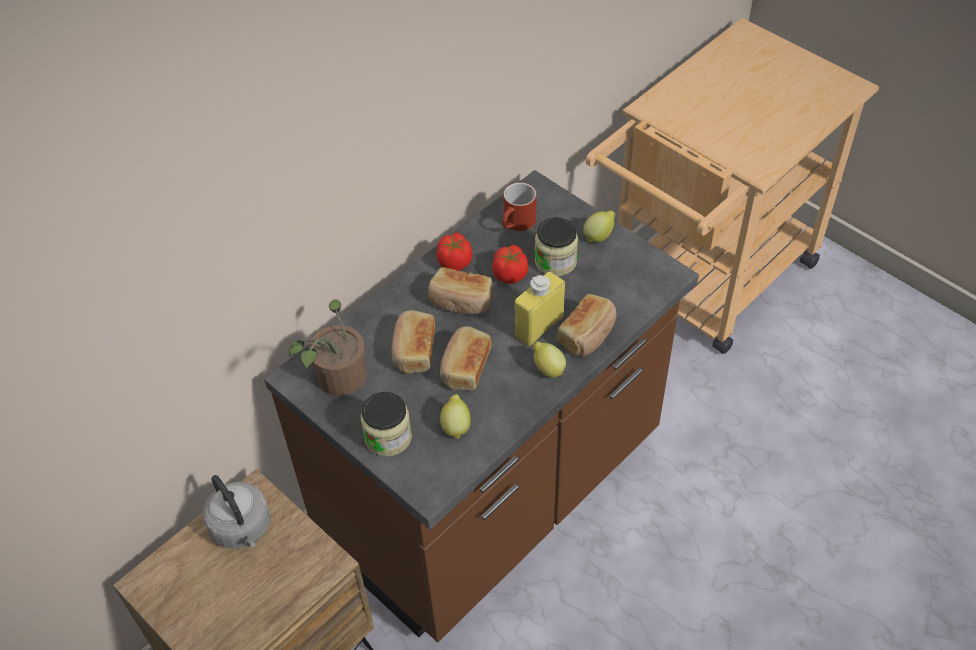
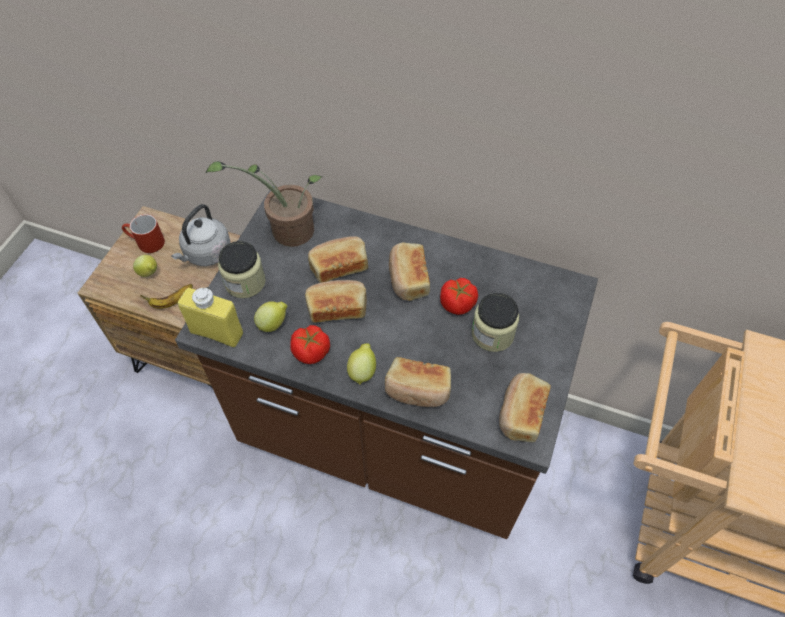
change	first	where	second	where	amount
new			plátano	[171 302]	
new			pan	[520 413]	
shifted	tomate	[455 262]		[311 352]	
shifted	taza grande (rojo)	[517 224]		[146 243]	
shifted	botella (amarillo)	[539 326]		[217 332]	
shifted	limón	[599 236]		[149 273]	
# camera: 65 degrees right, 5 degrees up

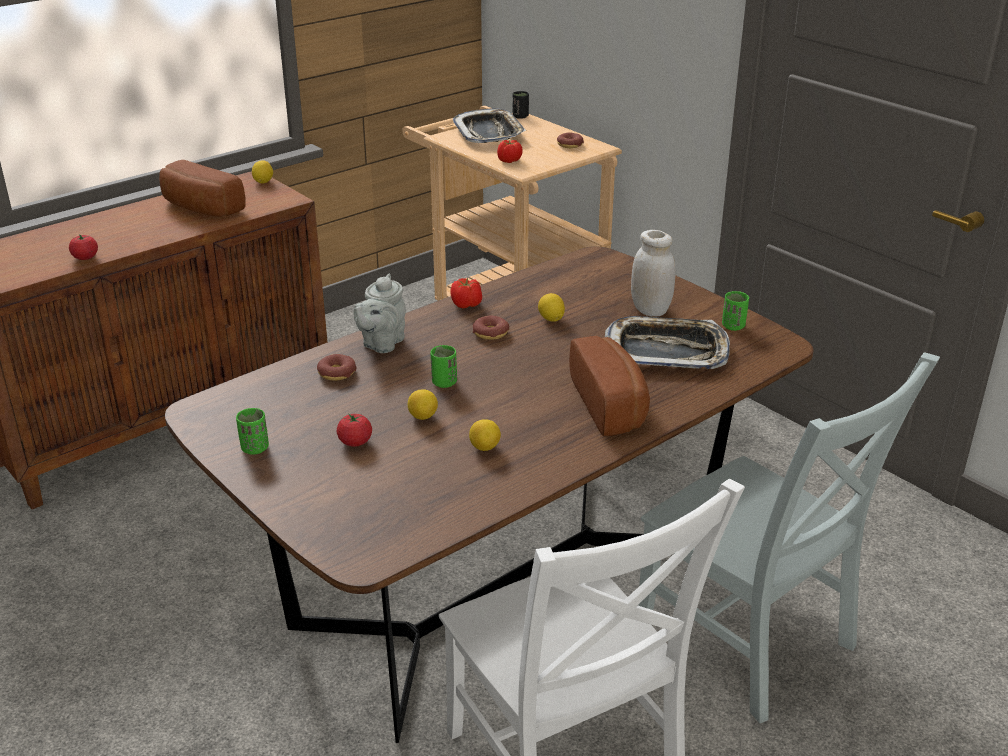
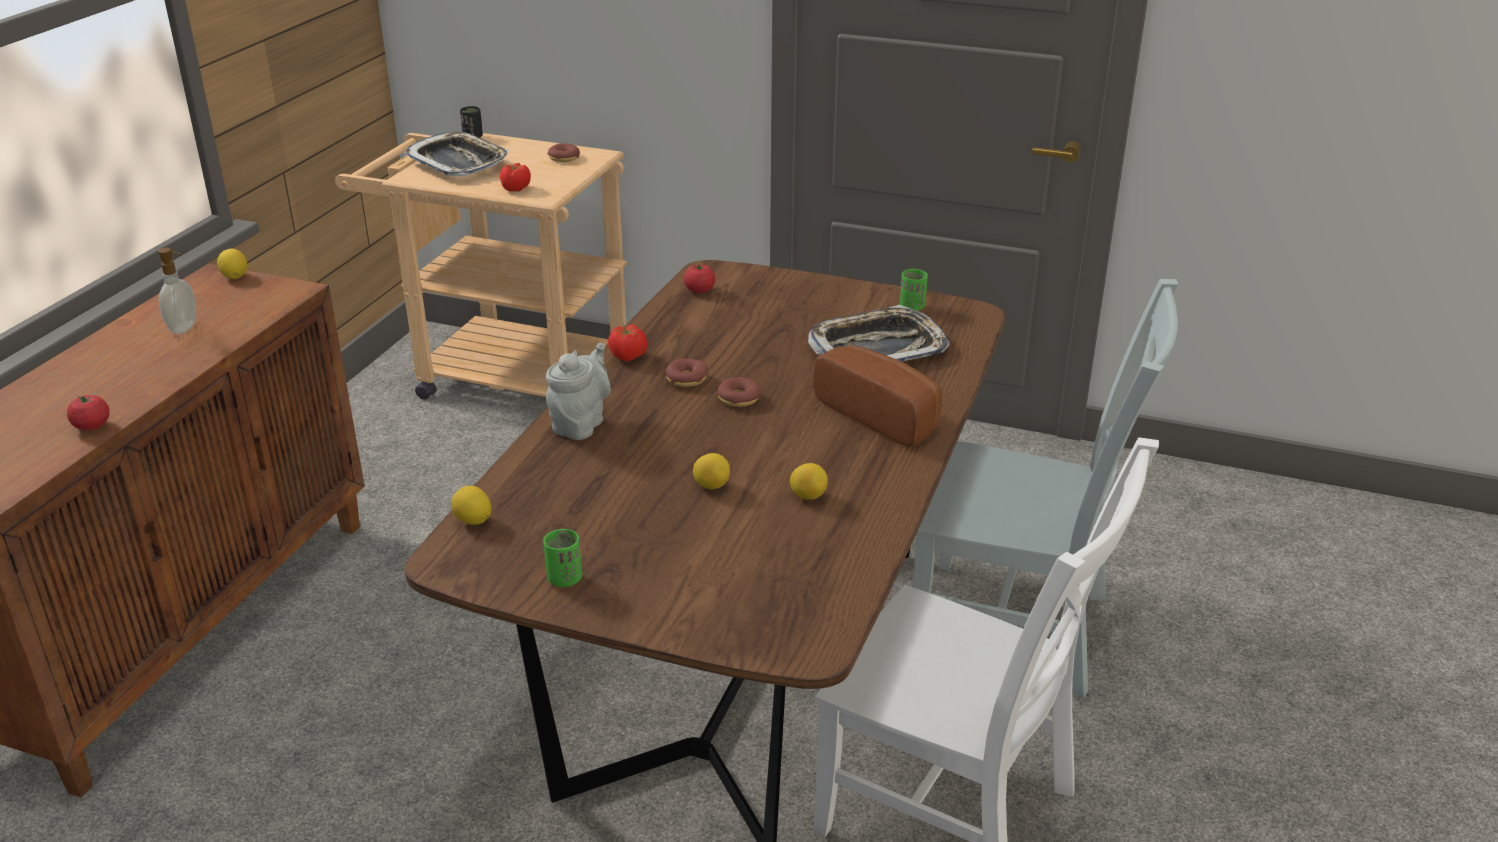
change	first	where	second	where	amount
gone	taza (verde)	[444 383]			
gone	tarro (blanco)	[650 310]			
shifted	rosquilla	[336 373]		[738 399]	
shifted	tomate	[355 442]		[699 290]	
shifted	limón	[551 319]		[473 521]	
swapped	pan	[199 208]	dispensador de jabón	[184 328]	
rotated	tetera (gris)	[381 344]		[581 423]	150 degrees counterclockwise
# camera: 30 degrees left, 0 degrees up

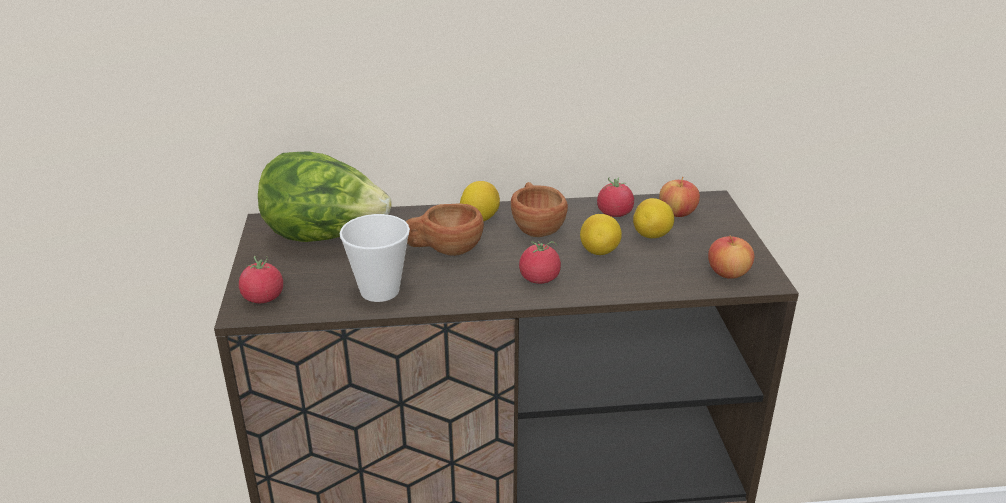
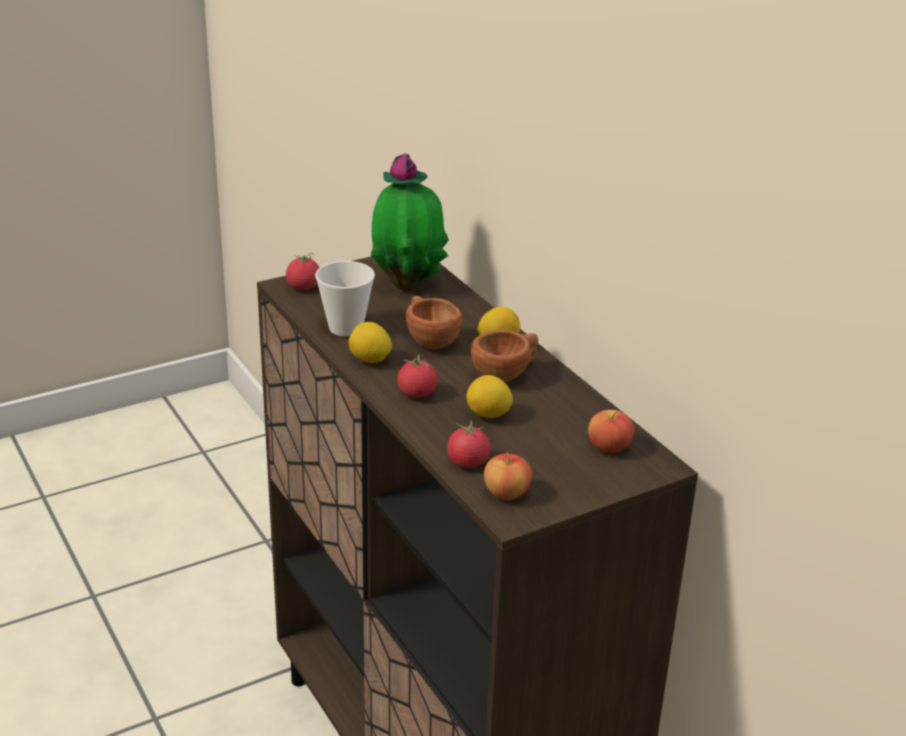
change	first	where	second	where	amount
shifted	tomate	[614 214]		[468 462]	
shifted	limón	[652 236]		[370 360]	
swapped	lechuga	[325 236]	planta en maceta	[408 285]	
# camera: 65 degrees right, 0 degrees up

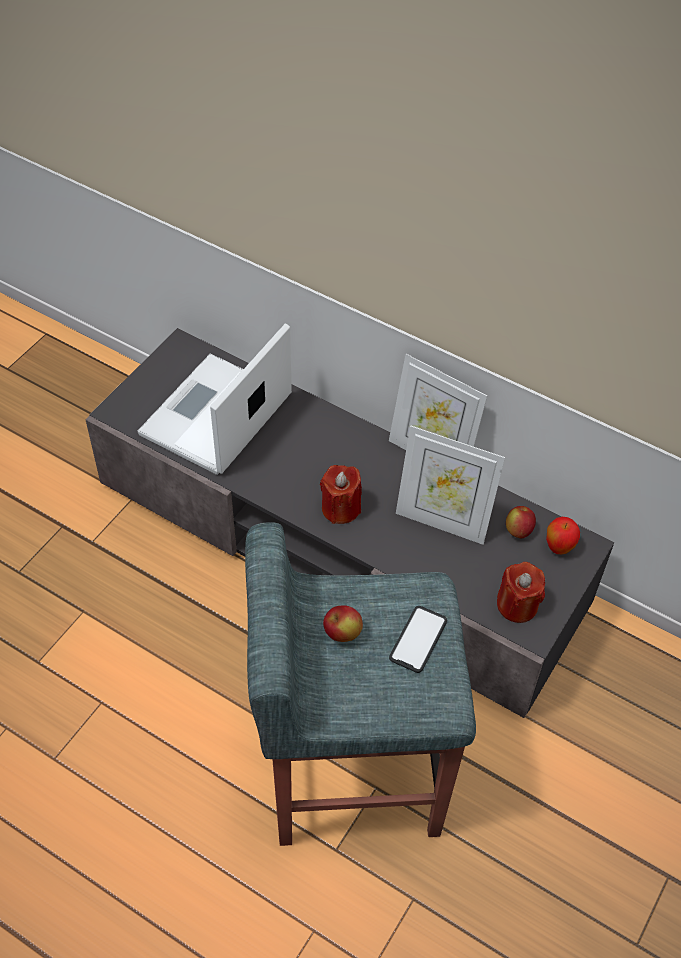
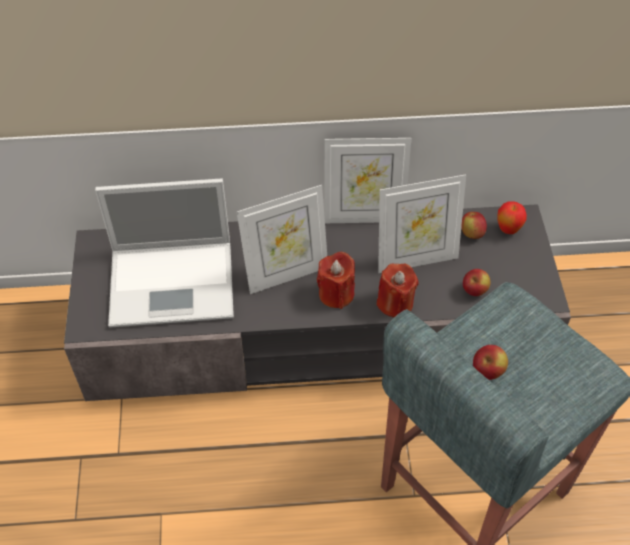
change	first	where	second	where	amount
gone	móvil	[418 639]			
new			portarretratos	[286 274]	
new			manzana	[474 290]	
shifted	vela (rojo)	[517 605]		[395 303]	
rotated	portátil	[215 417]		[174 283]	90 degrees counterclockwise
# camera: 35 degrees left, 0 degrees up

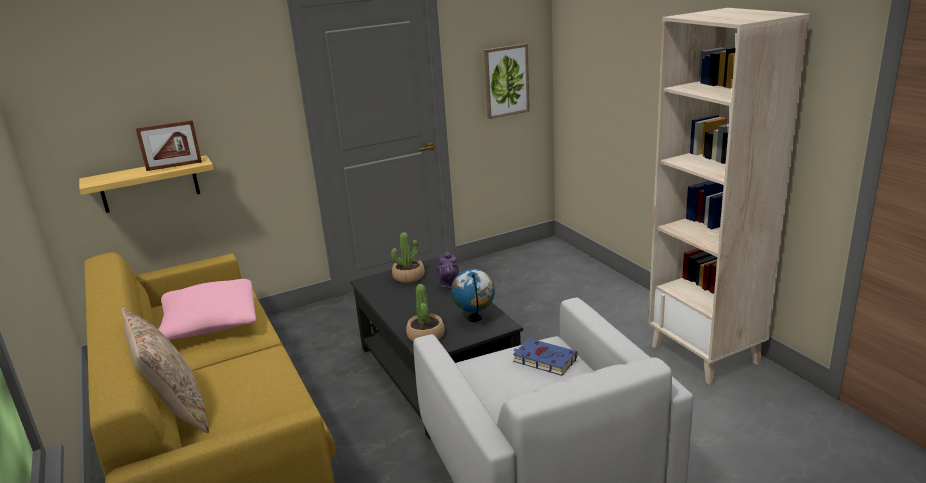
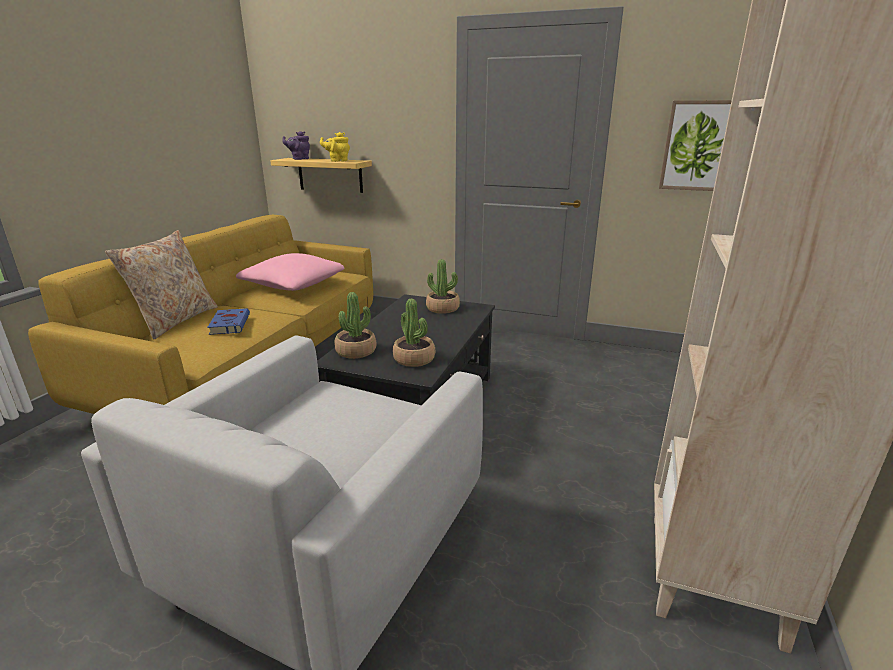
change	first	where	second	where	amount
shifted	tetera (morado)	[448 284]		[299 159]	
shifted	libro (azul)	[543 359]		[230 324]	
swapped	portarretratos	[174 166]	tetera (amarillo)	[337 161]	
swapped	globo terráqueo	[475 318]	planta en maceta	[414 359]	
# camera: 45 degrees right, 0 degrees up

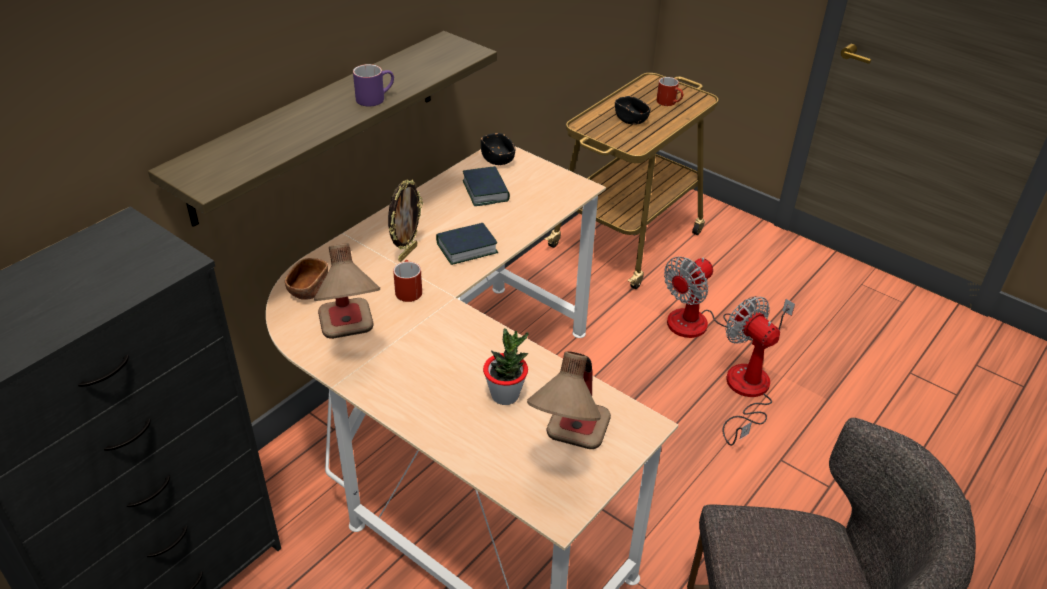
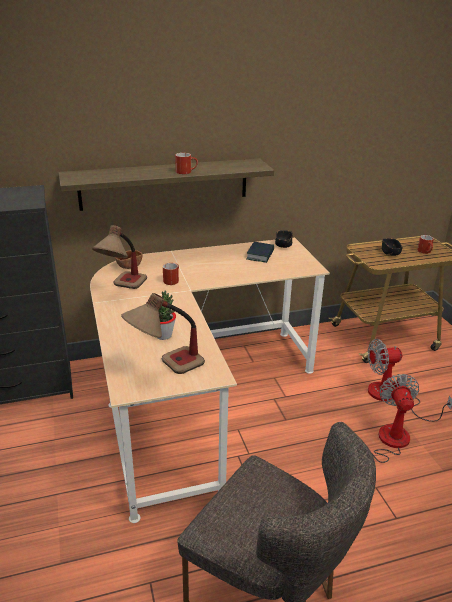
change	first	where	second	where	amount
gone	portarretratos	[407 253]			
gone	libro	[466 248]			
repainted	taza grande (morado)	[375 98]	taza grande (rojo)	[186 172]	
# camera: 35 degrees right, 10 degrees down

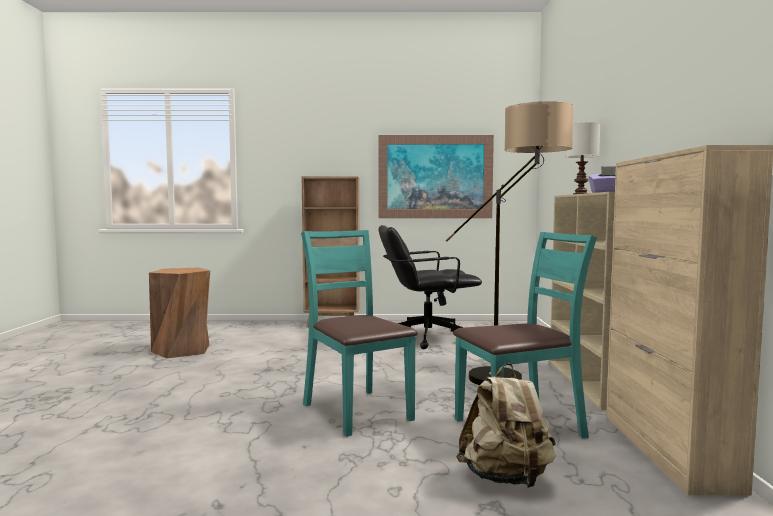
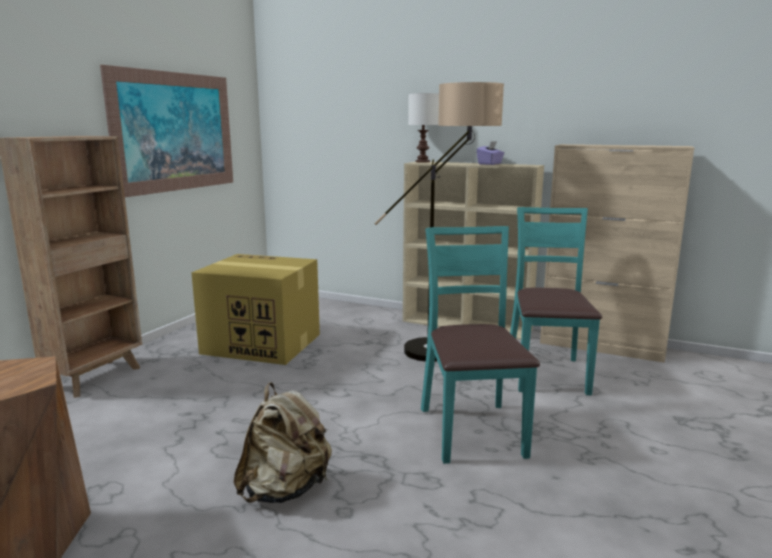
change	first	where	second	where	amount
shifted	mochila (beis)	[506 478]		[285 490]	
swapped	silla de oficina (negro)	[426 338]	caja de cartón	[260 344]	
rotated	silla (turquesa)	[357 411]		[472 430]	90 degrees clockwise
# camera: 65 degrees left, 10 degrees up

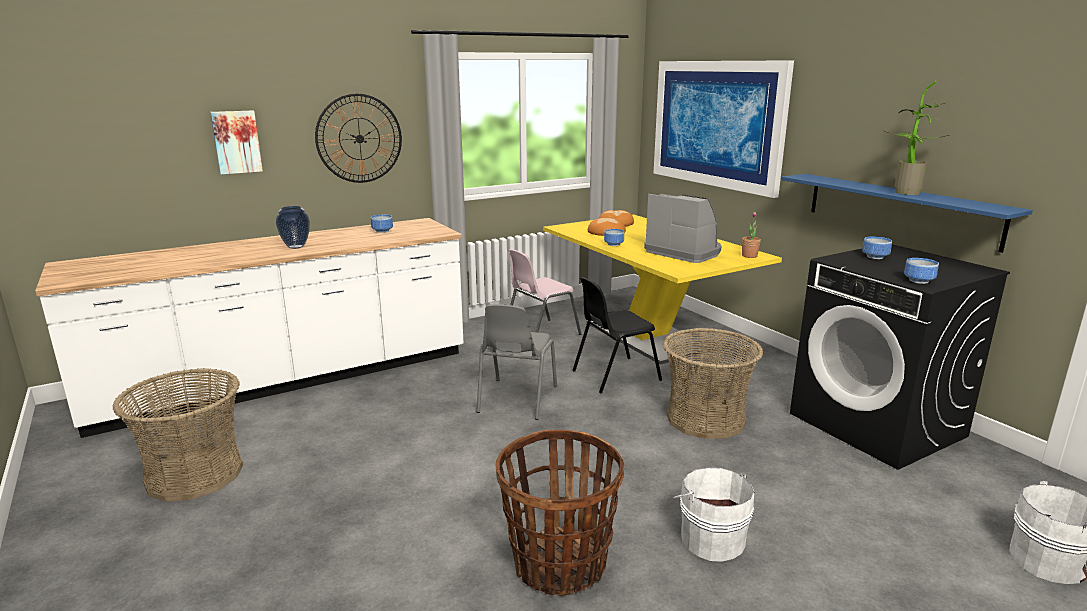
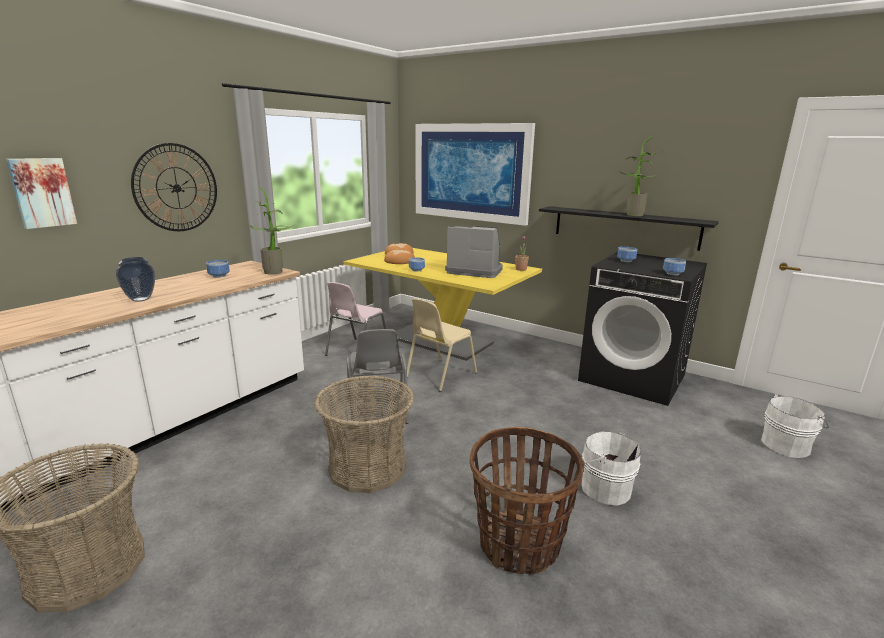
change	first	where	second	where	amount
new			planta en maceta	[276 271]	
shifted	cesta	[706 419]		[368 467]	
repainted	silla (negro)	[614 375]	silla (beis)	[439 375]	
repainted	estante (azul)	[899 209]	estante (negro)	[624 227]	
# camera: 25 degrees left, 0 degrees up

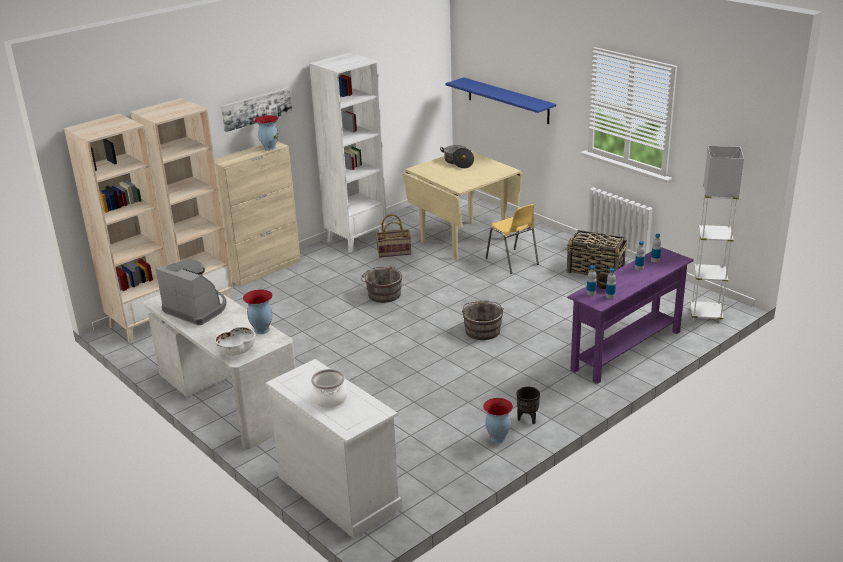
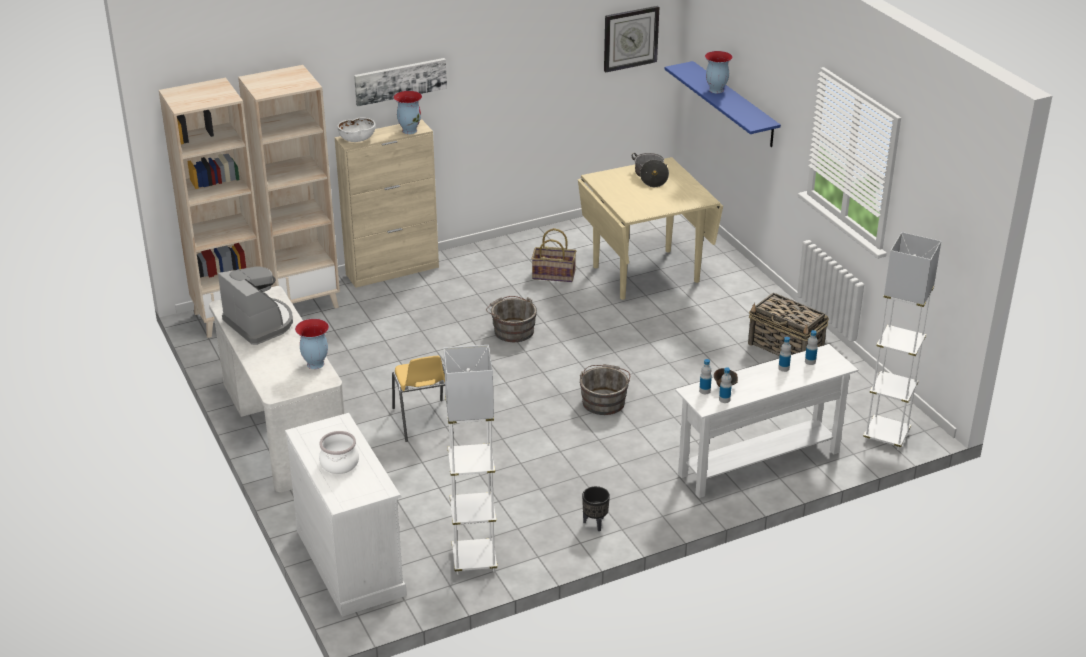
change	first	where	second	where	amount
gone	estantería (blanco)	[356 239]			
new			lámpara de pie (blanco)	[474 560]	
new			reloj de pared	[630 38]	
shifted	cuenco (blanco)	[237 351]		[357 139]	
shifted	florero	[497 438]		[715 90]	
shifted	silla (amarillo)	[512 262]		[423 421]	
repainted	mesa consola (morado)	[627 351]	mesa consola (blanco)	[759 463]	
# camera: 15 degrees right, 5 degrees up

